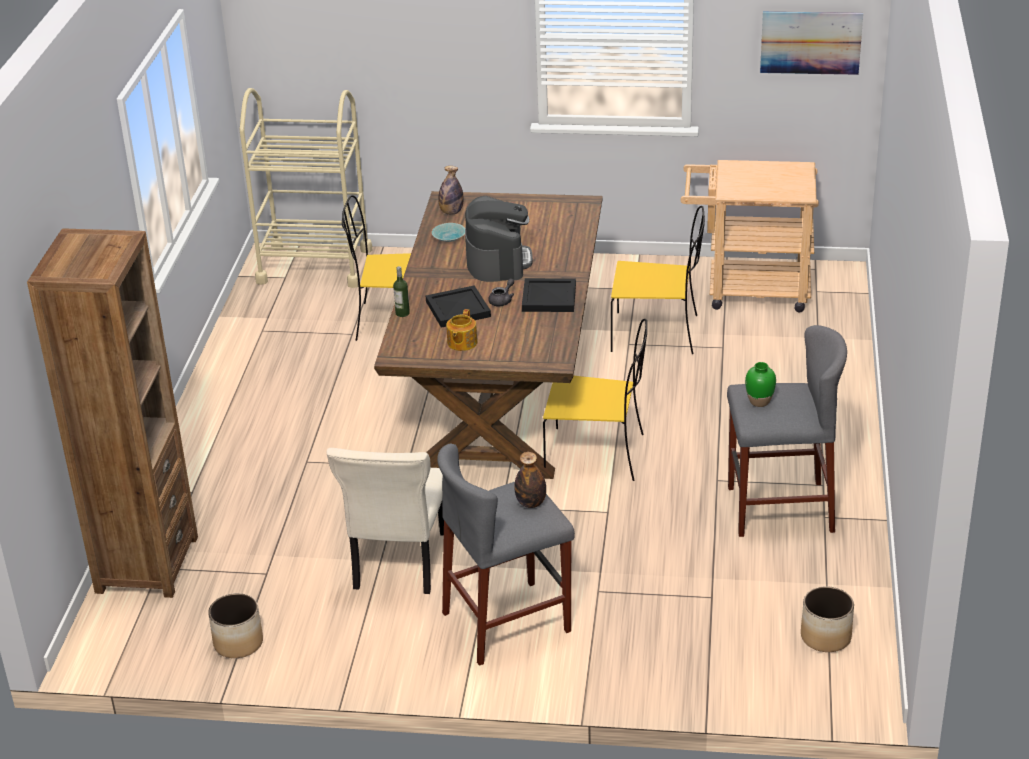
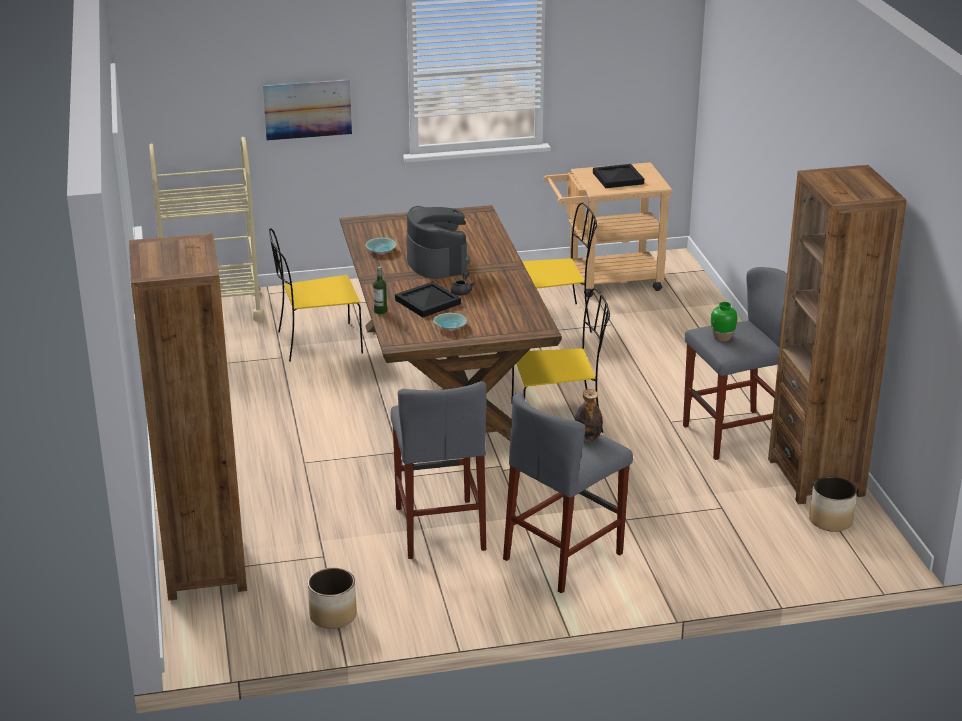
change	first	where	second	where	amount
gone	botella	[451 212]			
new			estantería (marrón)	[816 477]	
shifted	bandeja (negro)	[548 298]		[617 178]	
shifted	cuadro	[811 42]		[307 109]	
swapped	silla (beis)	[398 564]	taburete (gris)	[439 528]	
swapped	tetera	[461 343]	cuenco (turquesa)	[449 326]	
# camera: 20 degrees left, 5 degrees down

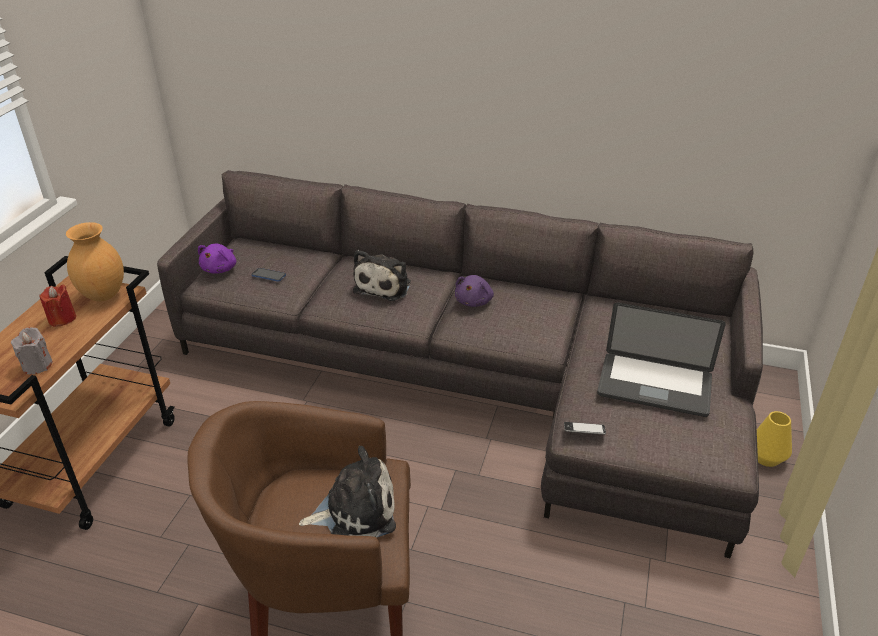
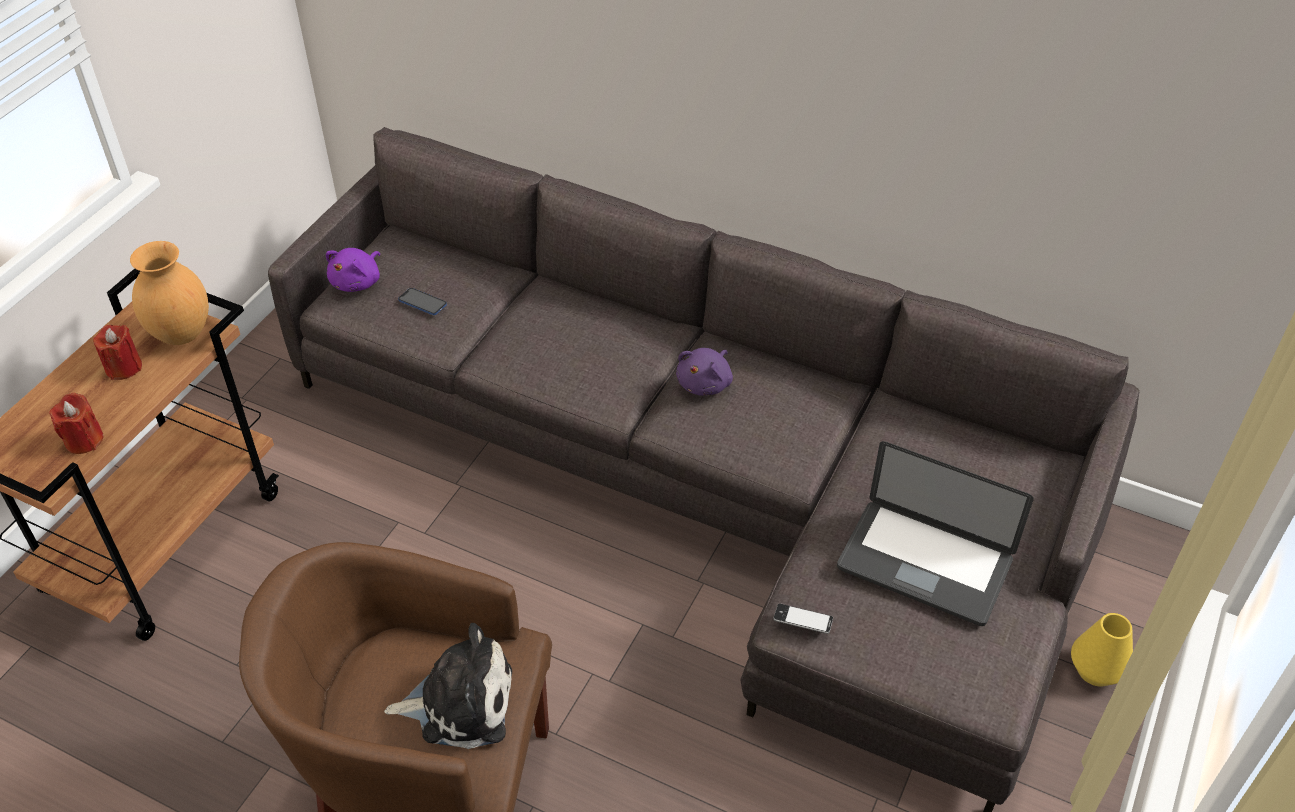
change	first	where	second	where	amount
gone	peluche	[384 285]			
repainted	vela (gris)	[37 365]	vela (rojo)	[84 440]	
# camera: 10 degrees right, 10 degrees up

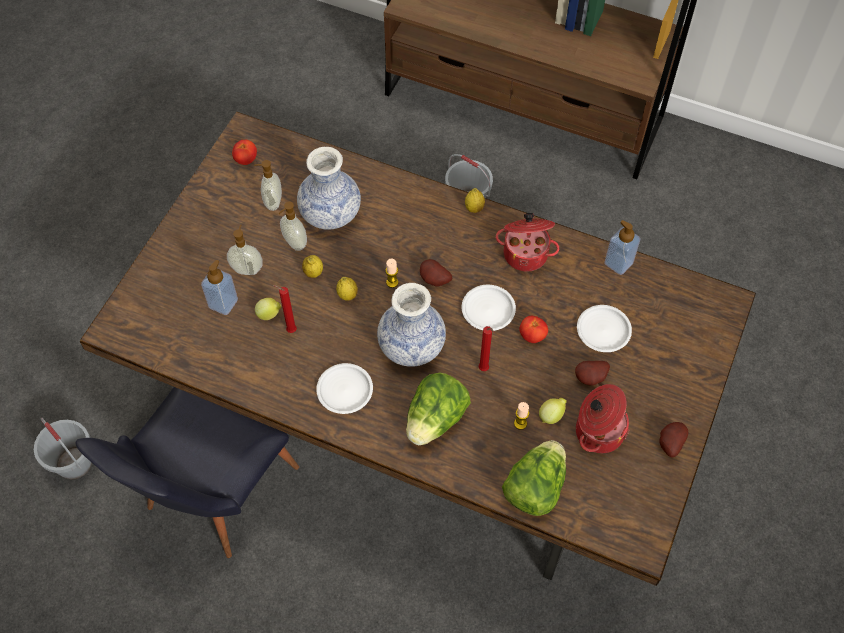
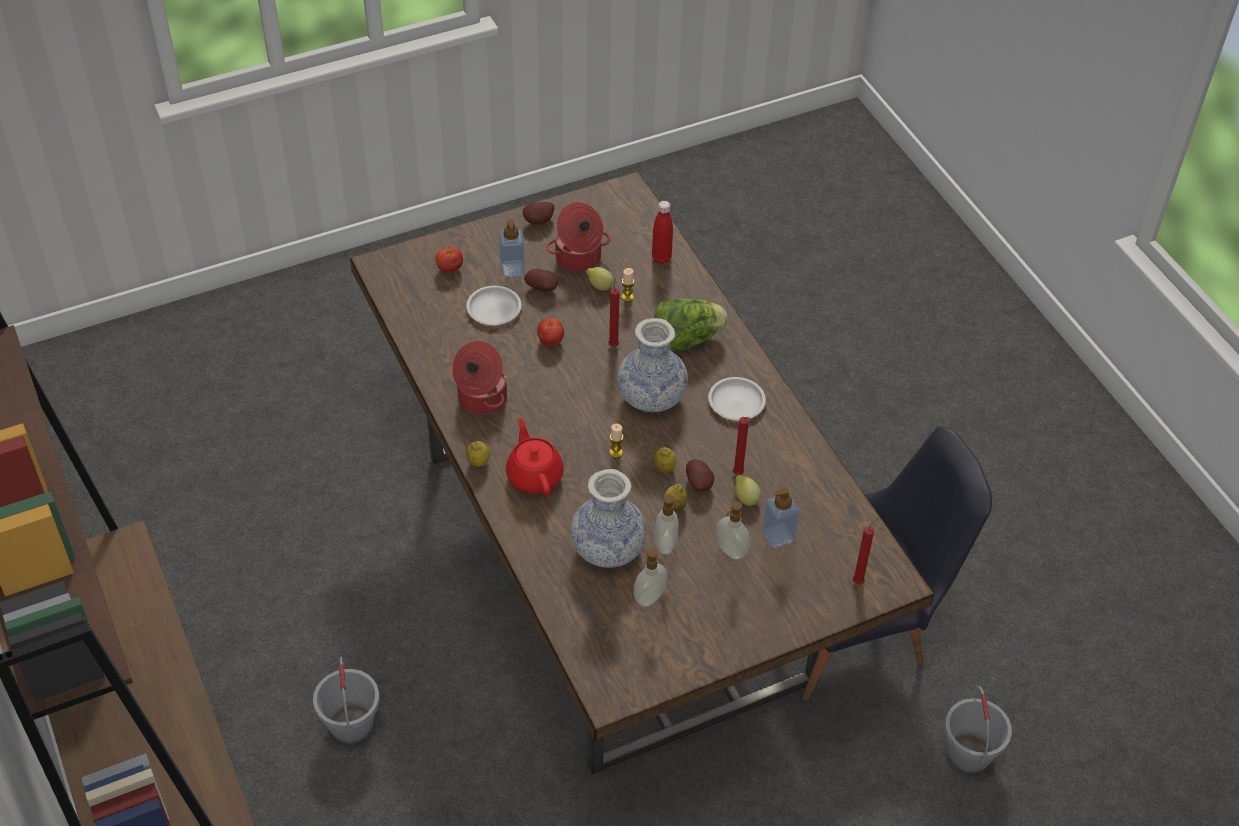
change	first	where	second	where	amount
gone	plato (blanco)	[488 310]			
new			tetera (rojo)	[534 475]	
new			vela (rojo)	[859 581]	
shifted	tomate	[246 160]		[449 269]	
shifted	patata	[434 280]		[700 484]	
shifted	dispensador de jabón	[618 263]		[512 269]	
swapped	lechuga	[535 487]	botella (rojo)	[661 258]	
# camera: 140 degrees left, 10 degrees down

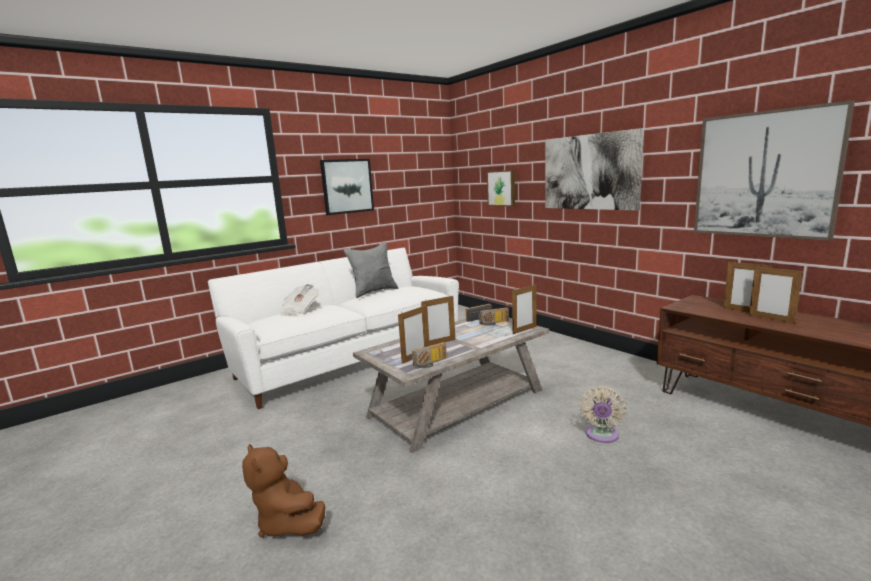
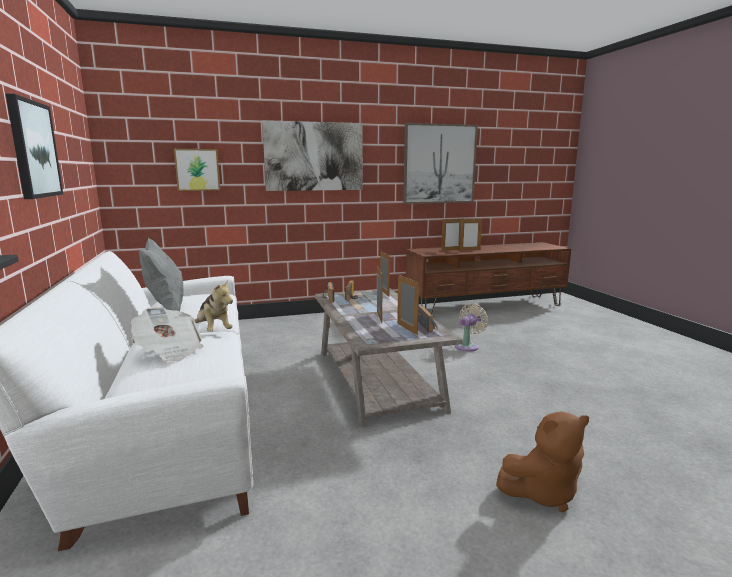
change	first	where	second	where	amount
new			peluche	[213 331]	
rotated	ventilador (beis)	[601 436]		[468 346]	90 degrees counterclockwise
# camera: 70 degrees left, 0 degrees up

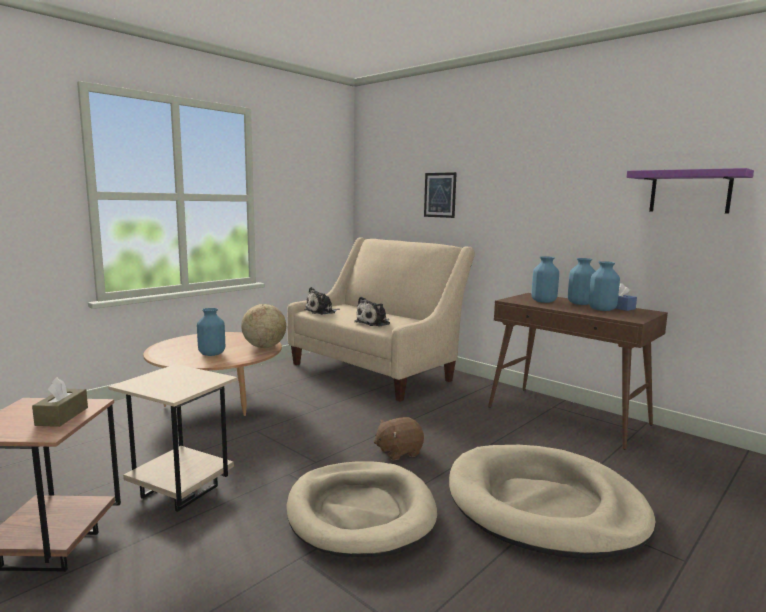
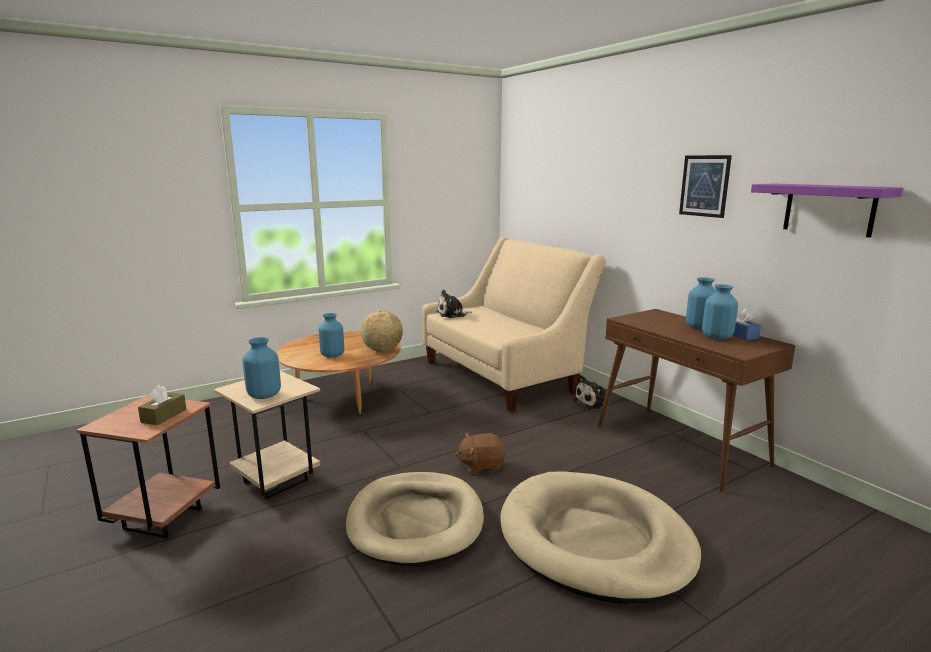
change	first	where	second	where	amount
shifted	peluche	[374 323]		[593 403]	
shifted	cuadro	[440 195]		[704 186]	
shifted	florero (azul)	[543 301]		[264 395]	
# camera: 15 degrees right, 5 degrees up

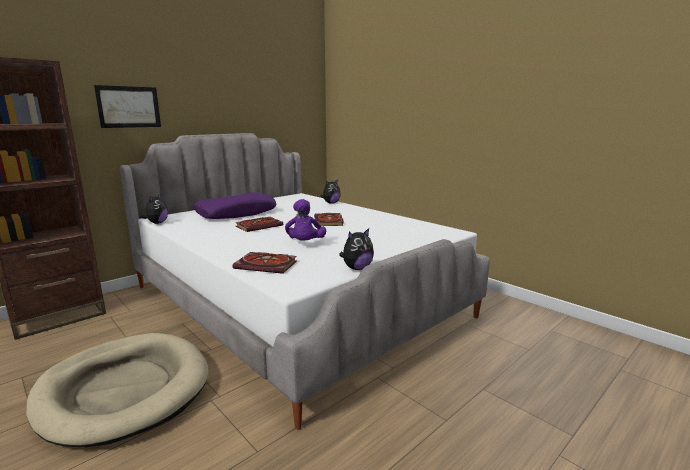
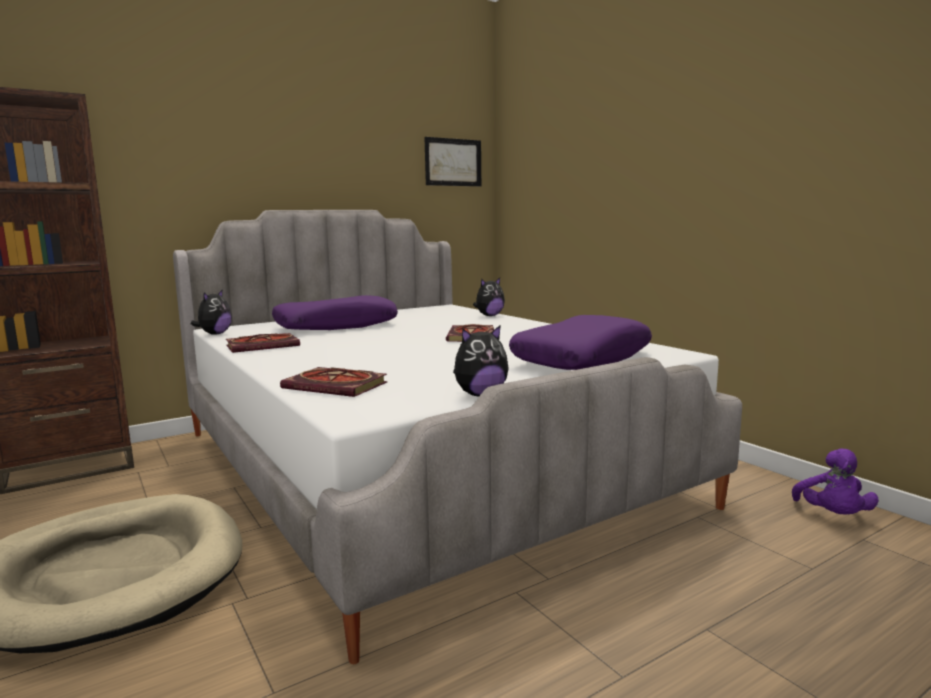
change	first	where	second	where	amount
new			cojín (morado)	[582 359]	
shifted	cuadro	[129 107]		[453 162]	
shifted	libro	[259 226]		[264 346]	
shifted	peluche (morado)	[305 244]		[832 516]	
# camera: 10 degrees right, 5 degrees down

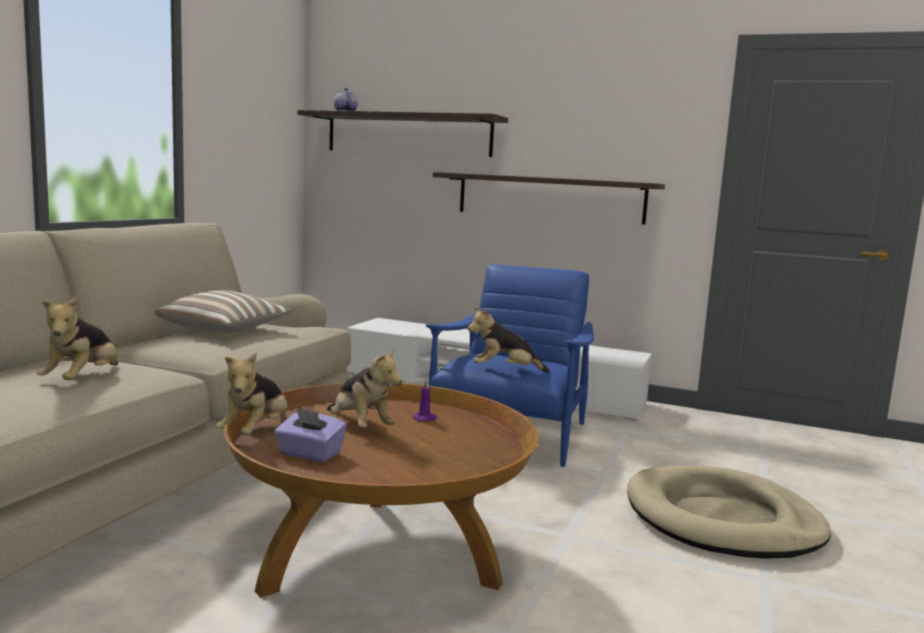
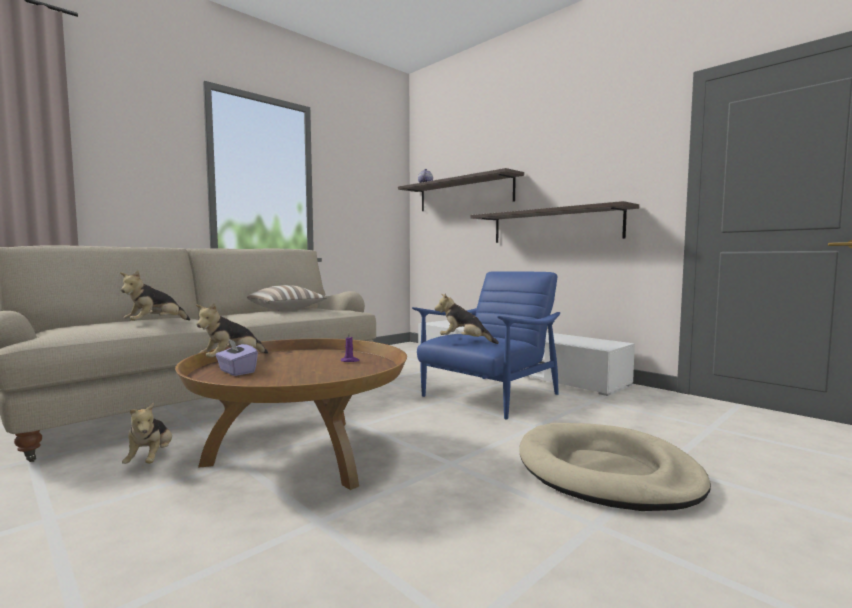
change	first	where	second	where	amount
shifted	peluche	[360 426]		[151 460]	
# camera: 25 degrees right, 5 degrees down

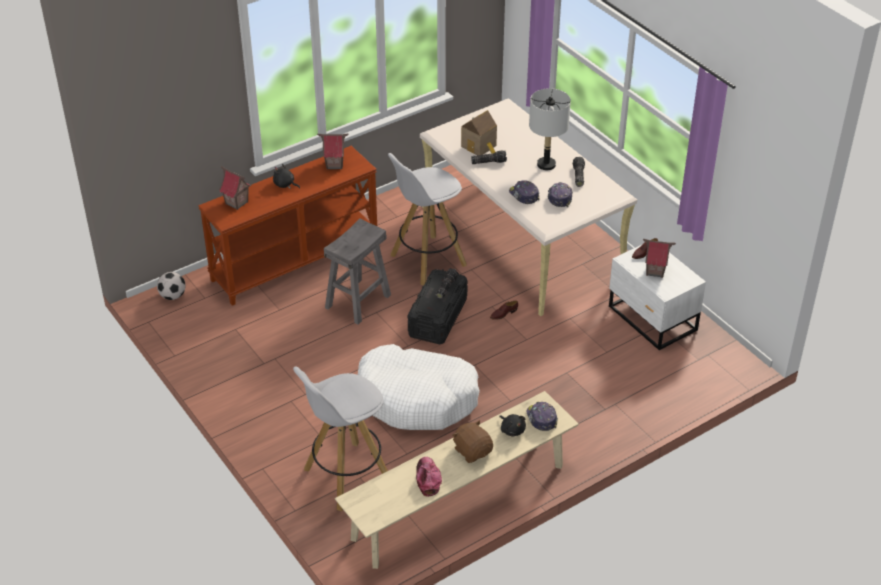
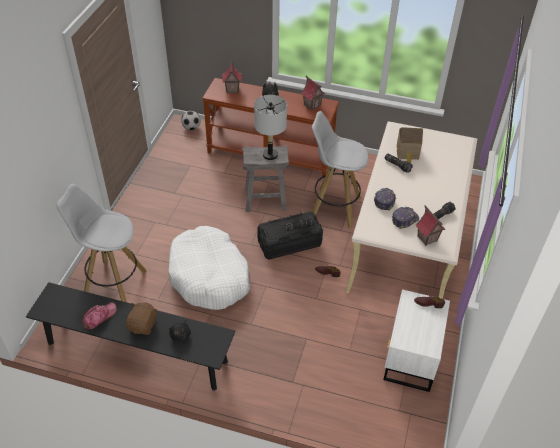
change	first	where	second	where	amount
gone	gorra	[541 419]			
shifted	lámpara de mesa (gris)	[546 164]		[270 155]	
shifted	casita	[655 271]		[427 238]	
repainted	banco (beis)	[459 502]	banco (negro)	[136 352]	
# camera: 50 degrees right, 5 degrees up

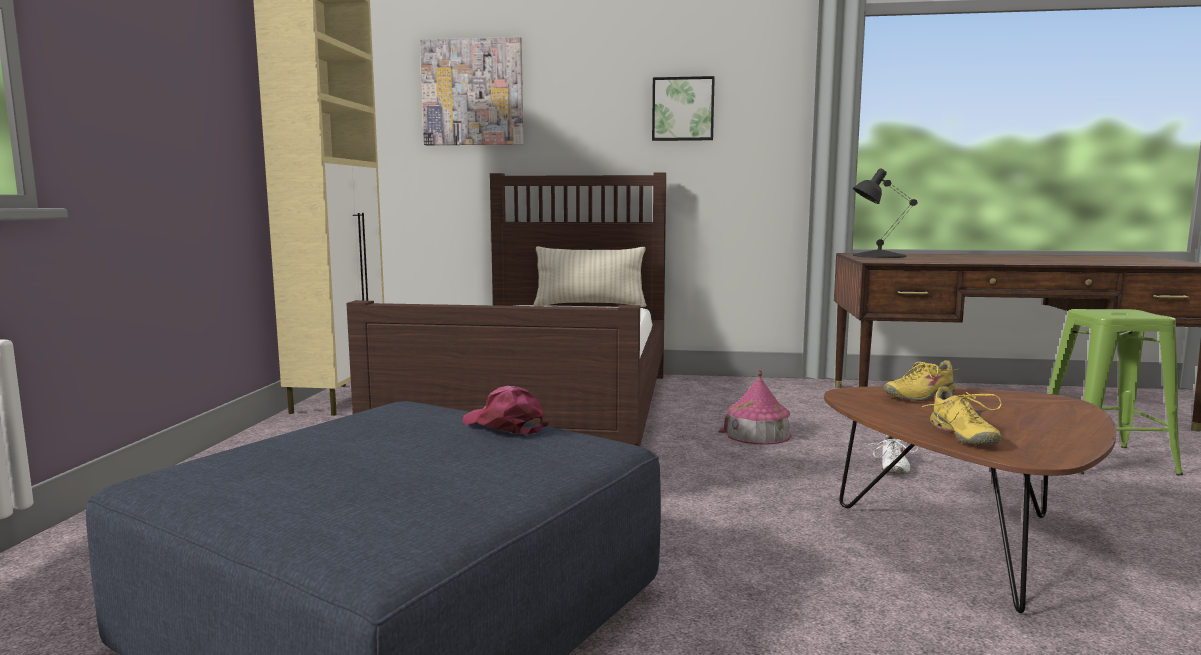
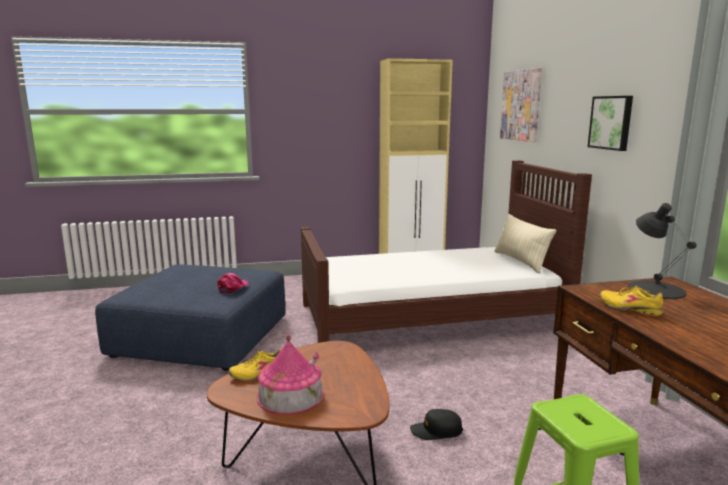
change	first	where	second	where	amount
shifted	casita	[757 434]		[290 395]	
shifted	zapato (amarillo)	[919 396]		[630 309]	
swapped	zapato (blanco)	[892 467]	gorra (negro)	[436 431]	
# camera: 70 degrees right, 5 degrees up

